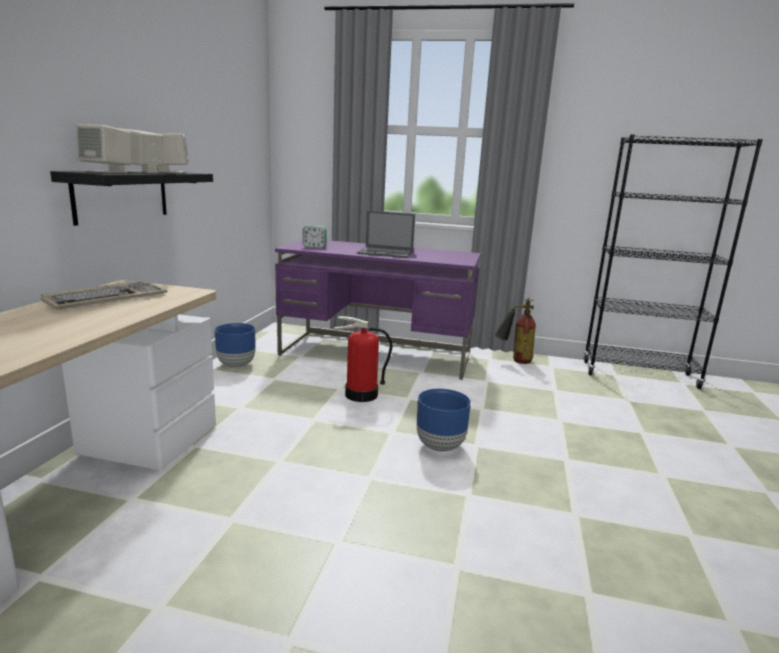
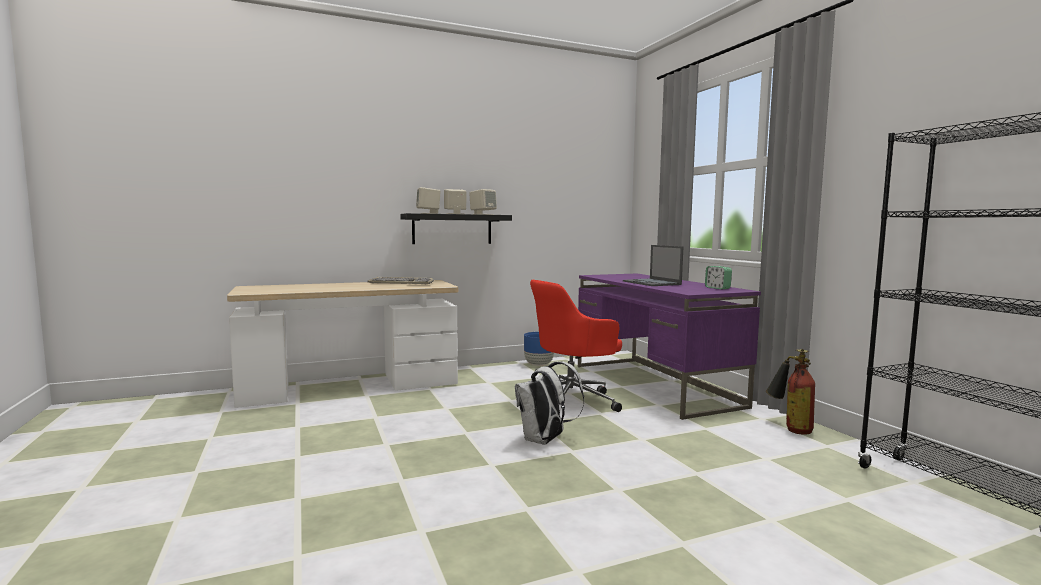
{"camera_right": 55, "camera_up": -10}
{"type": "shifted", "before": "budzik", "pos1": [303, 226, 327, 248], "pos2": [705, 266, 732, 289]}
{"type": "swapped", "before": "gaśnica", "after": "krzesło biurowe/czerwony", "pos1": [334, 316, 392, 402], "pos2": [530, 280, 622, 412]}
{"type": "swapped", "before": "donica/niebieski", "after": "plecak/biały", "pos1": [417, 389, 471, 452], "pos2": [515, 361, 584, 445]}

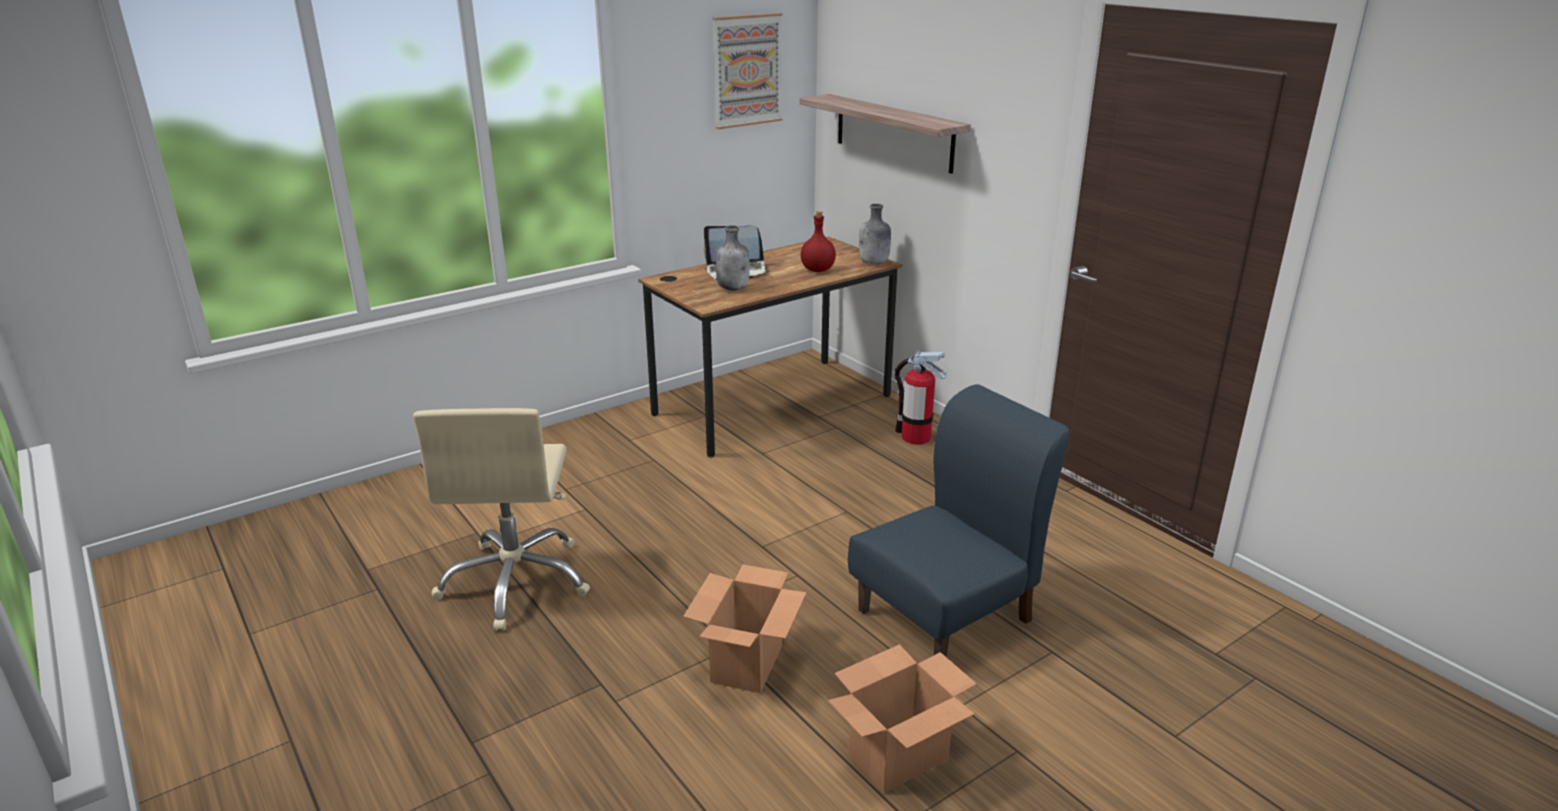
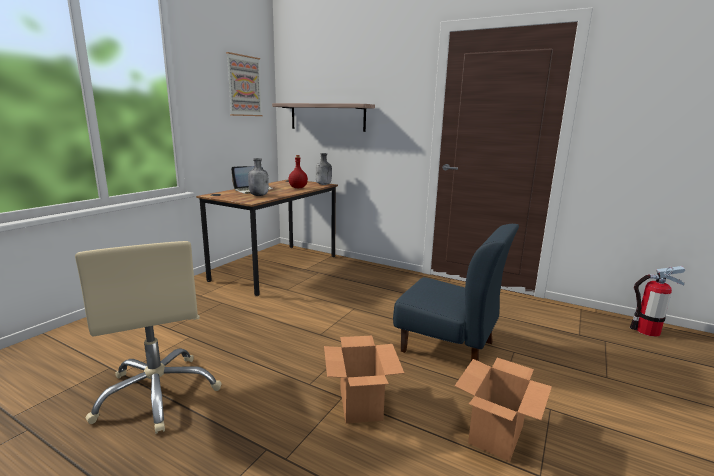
{"camera_right": -25, "camera_up": -10}
{"type": "shifted", "before": "gaśnica", "pos1": [894, 350, 946, 445], "pos2": [630, 266, 685, 337]}
{"type": "rotated", "before": "krzesło/niebieski", "pos1": [848, 384, 1069, 657], "pos2": [393, 224, 519, 361], "turn": 90}

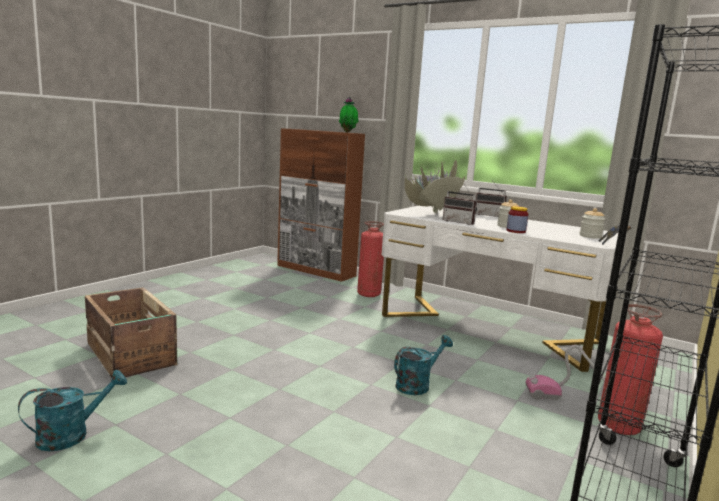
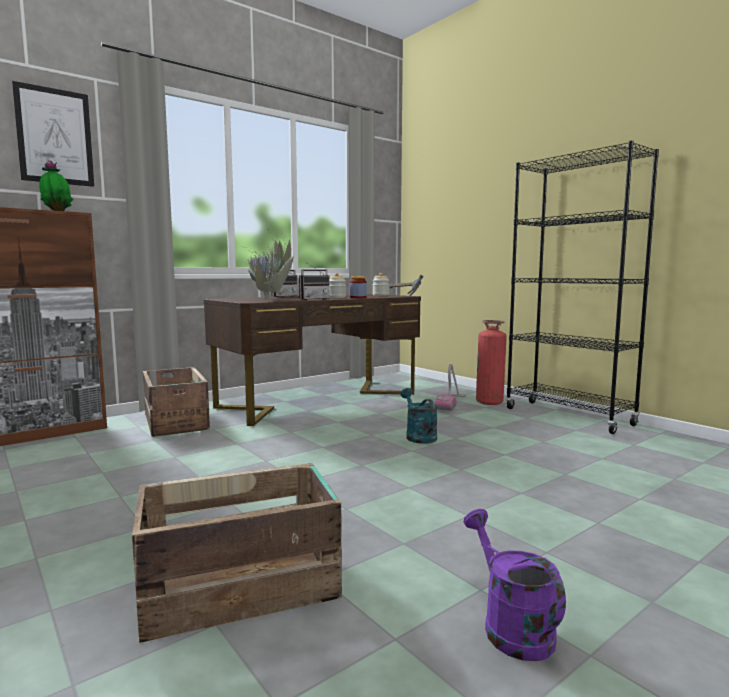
{"camera_right": -70, "camera_up": -5}
{"type": "new", "after": "obraz", "pos2": [12, 81, 94, 187]}
{"type": "swapped", "before": "gaśnica", "after": "skrzynka", "pos1": [357, 221, 384, 297], "pos2": [143, 367, 210, 437]}
{"type": "repainted", "before": "konewka/turkusowy", "after": "konewka/fioletowy", "pos1": [18, 370, 127, 451], "pos2": [464, 509, 566, 661]}
{"type": "repainted", "before": "biurko/biały", "after": "biurko/brązowy", "pos1": [382, 206, 627, 372], "pos2": [203, 294, 421, 426]}

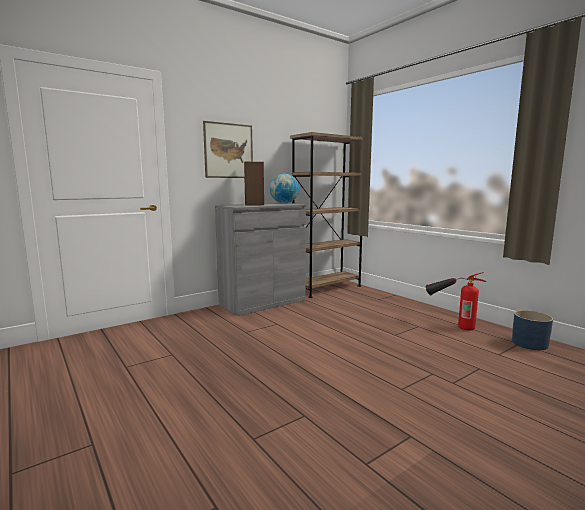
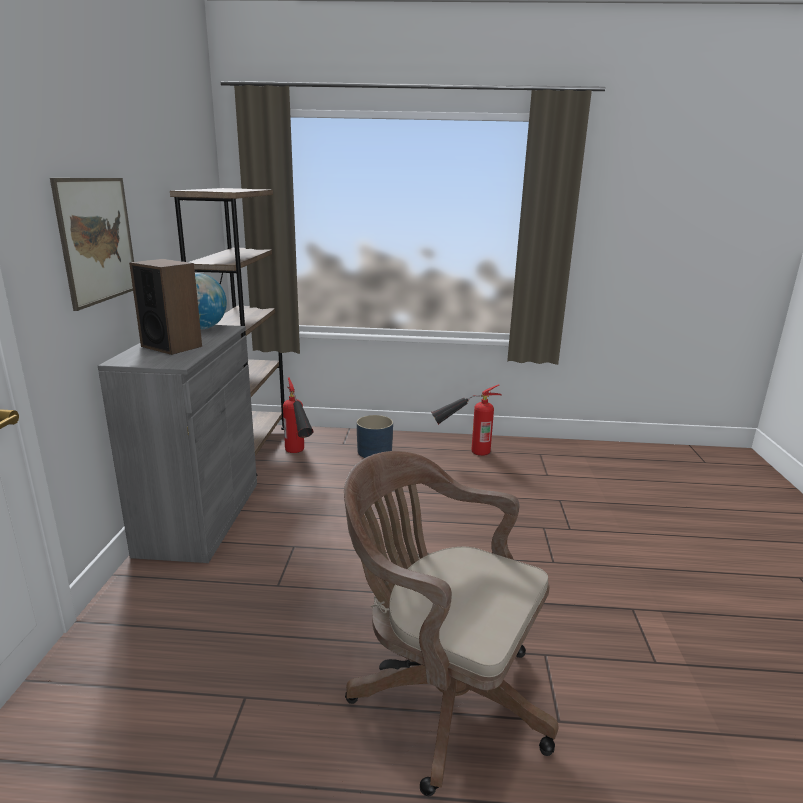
{"camera_right": -50, "camera_up": 10}
{"type": "new", "after": "gaśnica", "pos2": [283, 377, 314, 453]}
{"type": "new", "after": "krzesło biurowe/brązowy", "pos2": [344, 451, 558, 796]}
{"type": "shifted", "before": "donica/niebieski", "pos1": [512, 310, 553, 350], "pos2": [357, 415, 393, 458]}

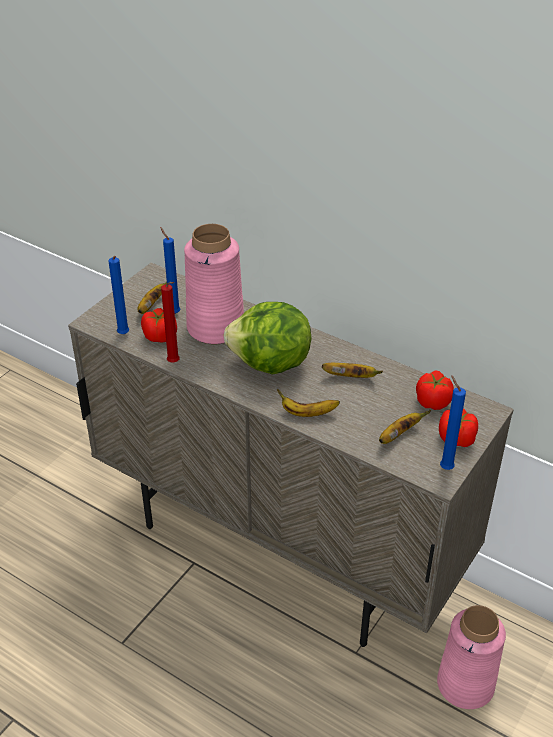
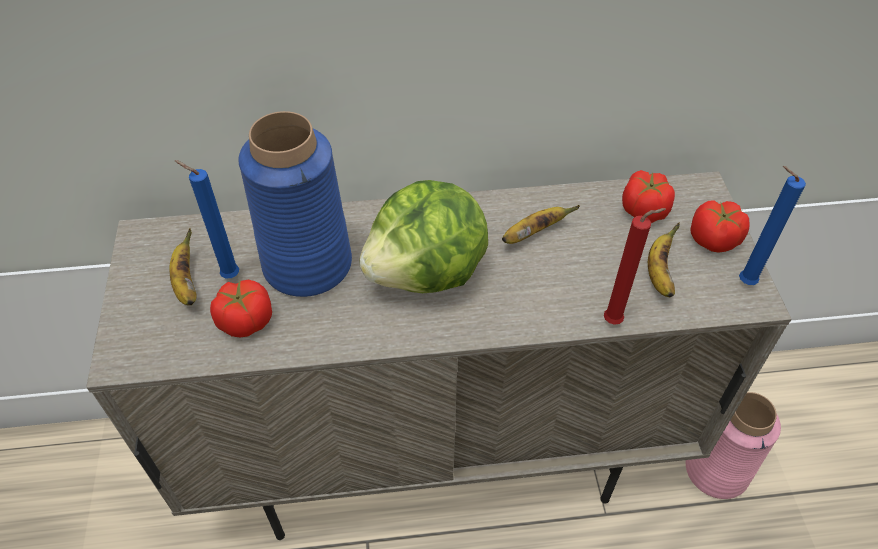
{"camera_right": -40, "camera_up": 10}
{"type": "gone", "before": "świeca/niebieski", "pos1": [108, 256, 129, 334]}
{"type": "gone", "before": "banan", "pos1": [277, 389, 340, 417]}
{"type": "shifted", "before": "świeca/czerwony", "pos1": [161, 282, 180, 363], "pos2": [604, 208, 666, 325]}
{"type": "repainted", "before": "wazon/różowy", "after": "wazon/niebieski", "pos1": [184, 224, 244, 344], "pos2": [238, 111, 352, 297]}

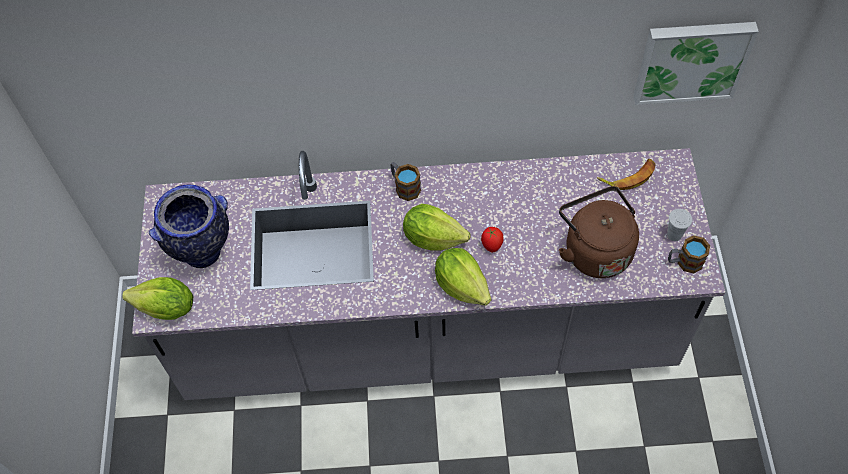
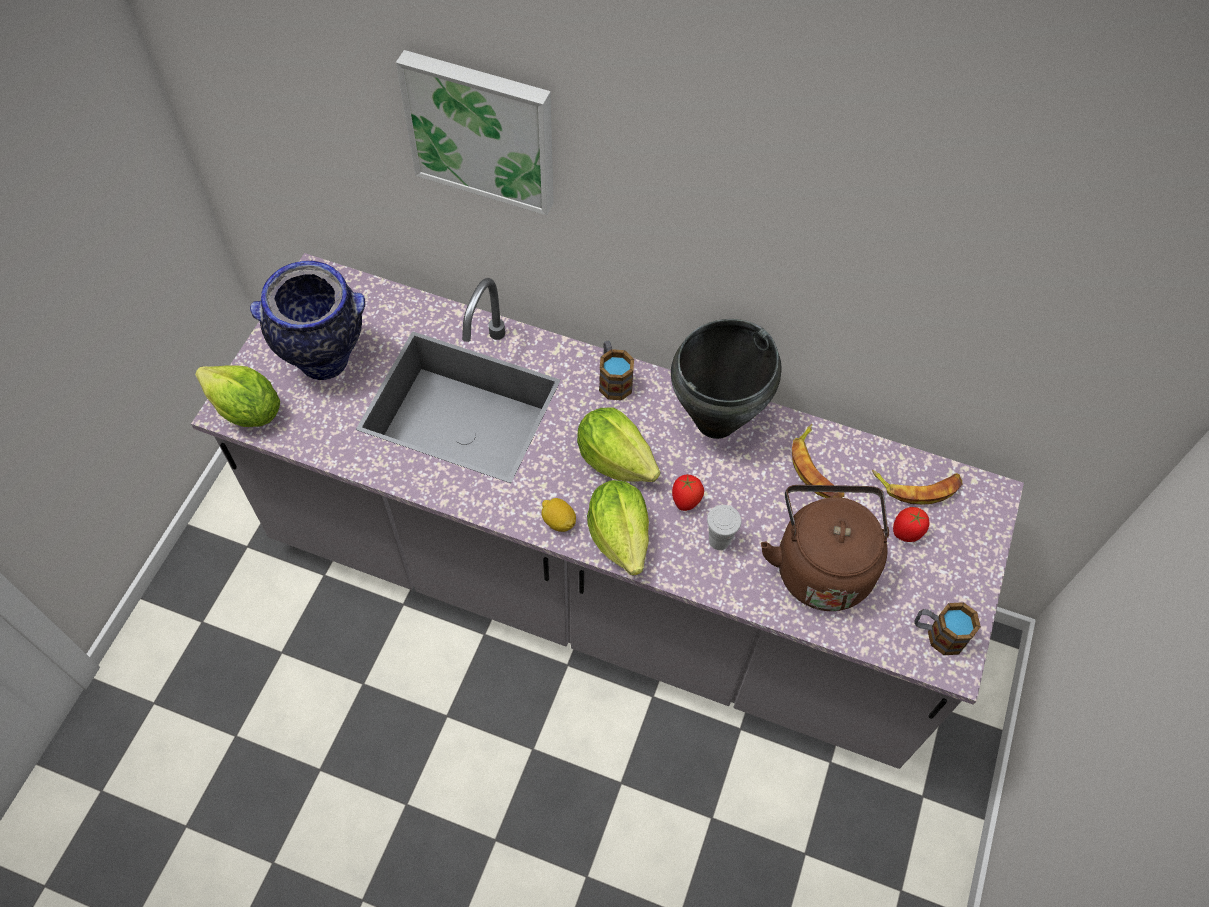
{"camera_right": 20, "camera_up": 0}
{"type": "new", "after": "cytryna", "pos2": [542, 498, 576, 532]}
{"type": "new", "after": "garnek/czarny", "pos2": [671, 319, 781, 439]}
{"type": "new", "after": "banan", "pos2": [792, 424, 844, 498]}
{"type": "new", "after": "pomidor", "pos2": [893, 507, 929, 542]}
{"type": "shifted", "before": "obraz", "pos1": [633, 22, 759, 105], "pos2": [396, 50, 554, 216]}
{"type": "shifted", "before": "filiżanka/biały", "pos1": [667, 209, 692, 241], "pos2": [707, 505, 741, 550]}

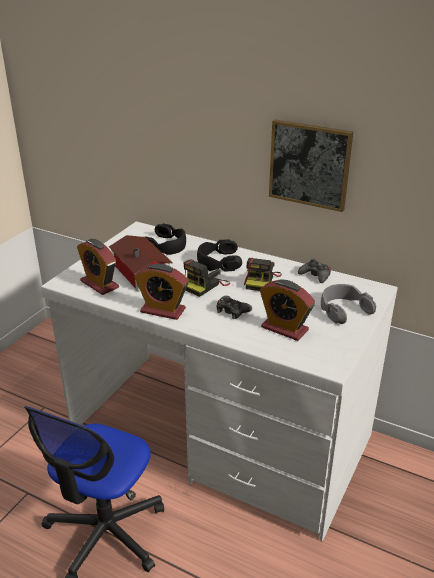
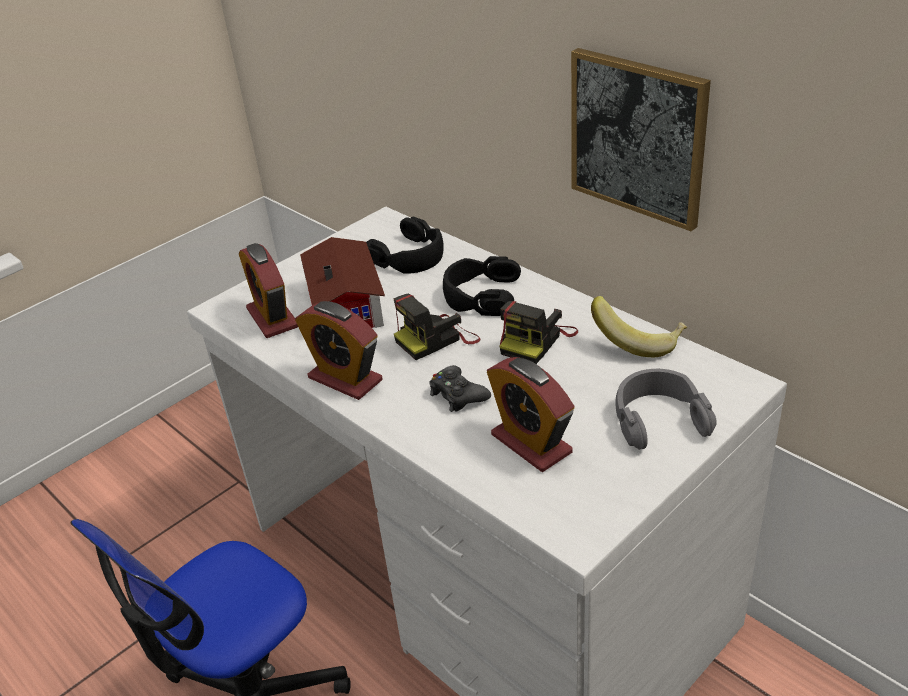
{"camera_right": 20, "camera_up": 5}
{"type": "swapped", "before": "pad do gier/czarny", "after": "banan", "pos1": [298, 259, 331, 283], "pos2": [591, 296, 688, 357]}

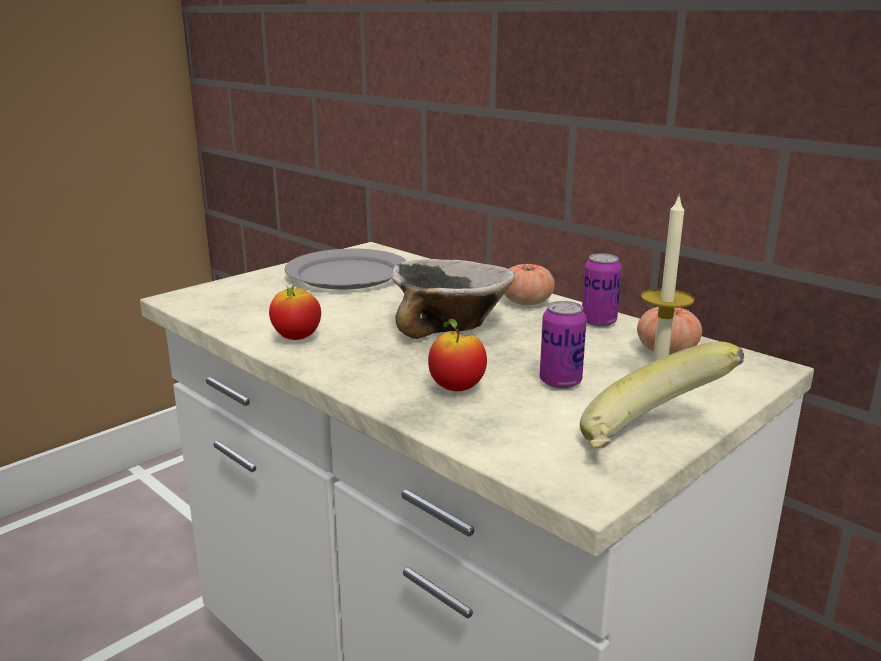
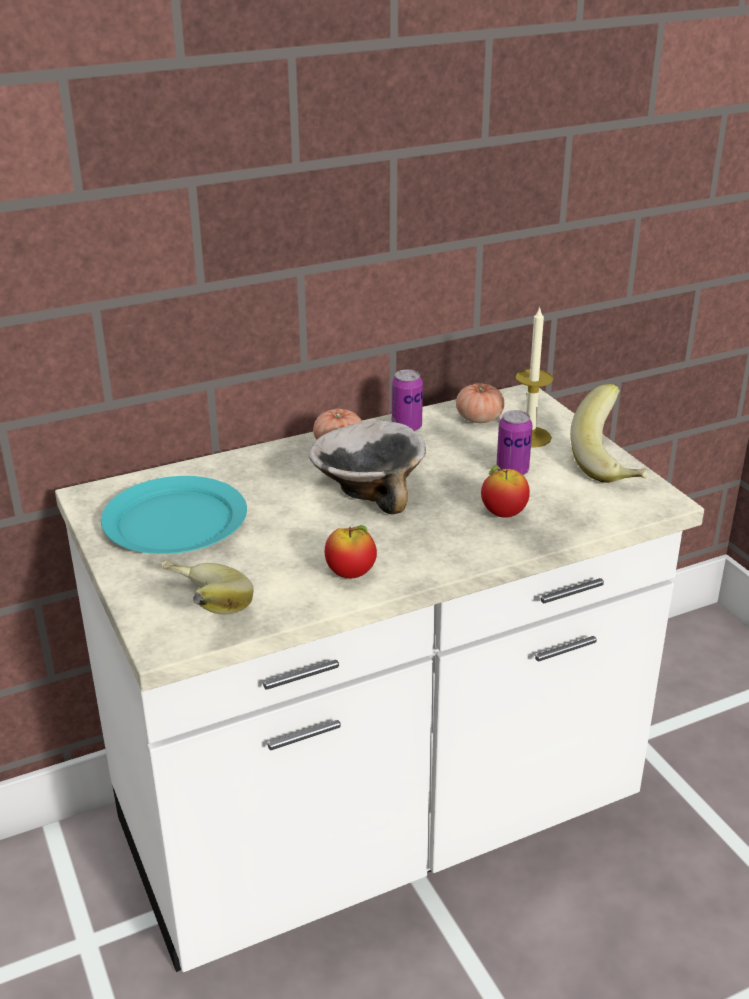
{"camera_right": -70, "camera_up": 10}
{"type": "new", "after": "banan", "pos2": [161, 560, 254, 614]}
{"type": "repainted", "before": "talerz/szary", "after": "talerz/turkusowy", "pos1": [284, 249, 407, 289], "pos2": [101, 476, 247, 554]}

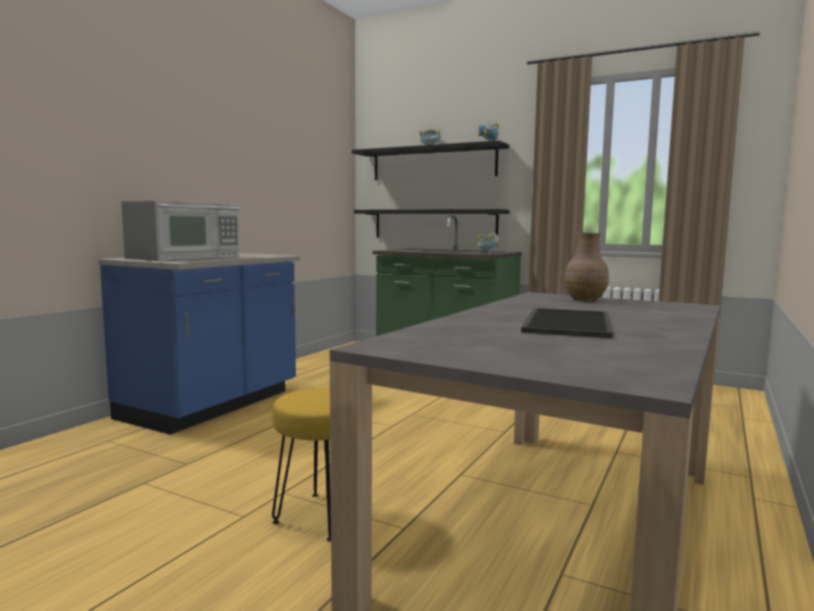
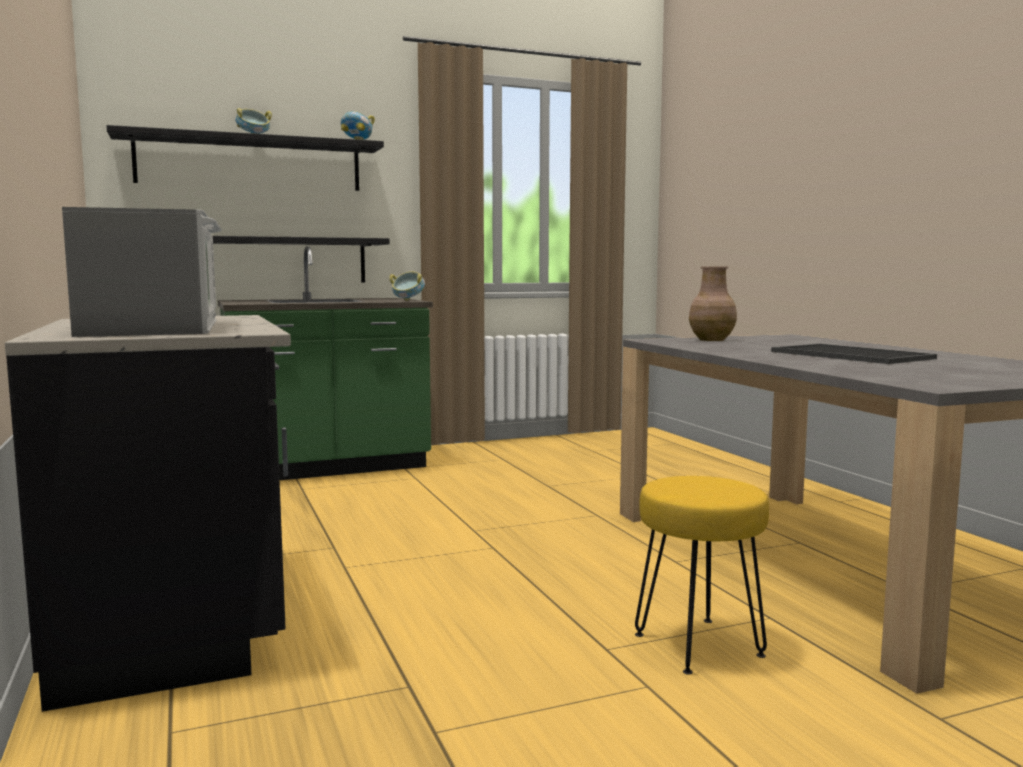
{"camera_right": -50, "camera_up": 0}
{"type": "repainted", "before": "zabudowa kuchenna/niebieski", "after": "zabudowa kuchenna/czarny", "pos1": [98, 253, 300, 435], "pos2": [5, 315, 291, 712]}

